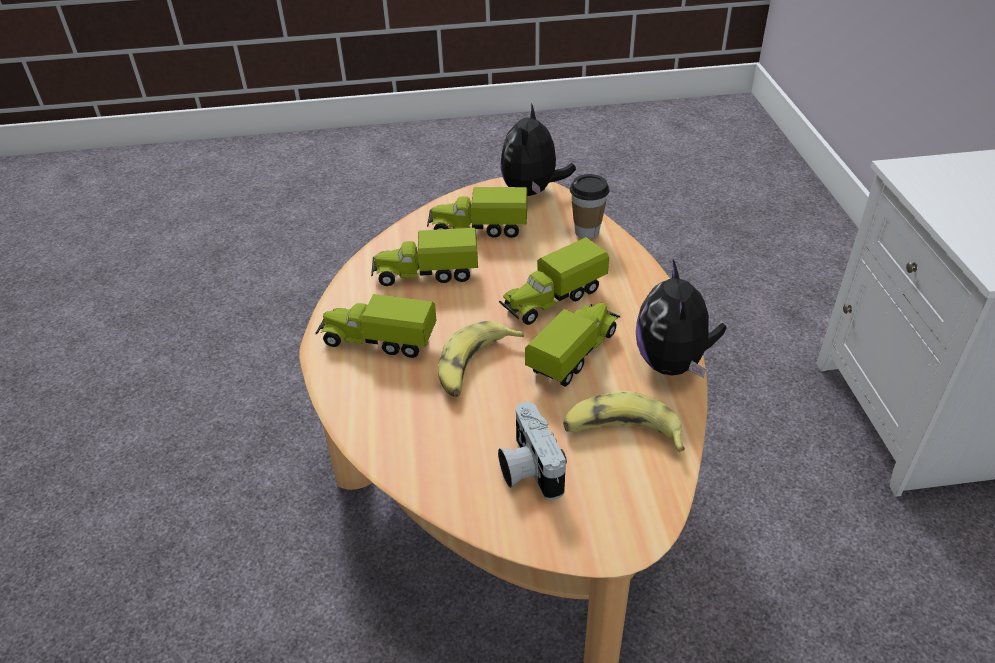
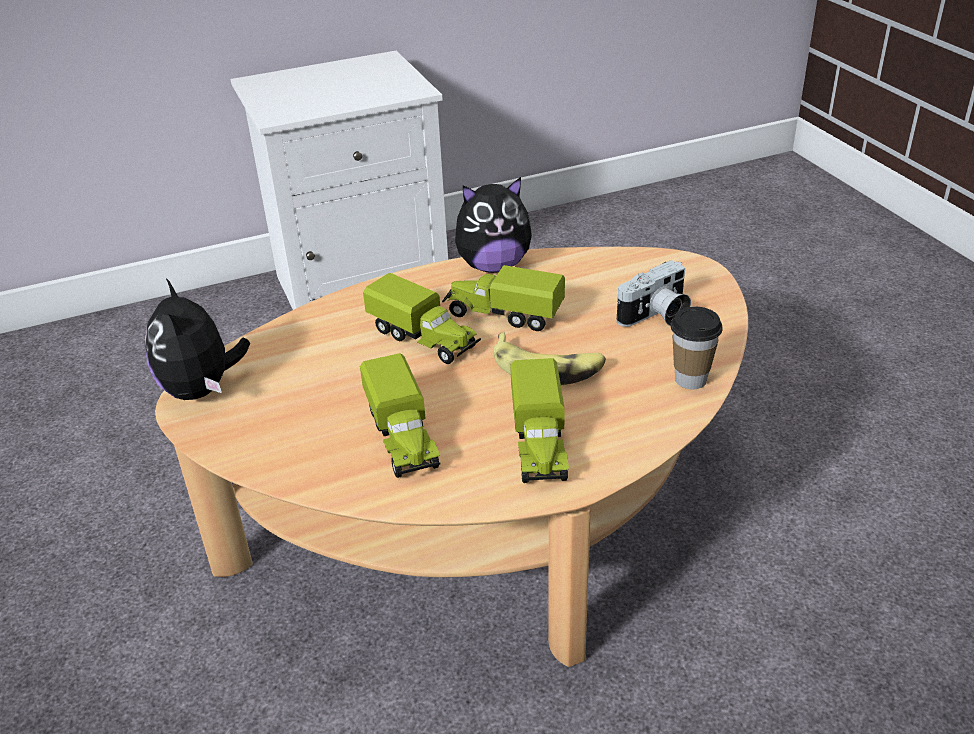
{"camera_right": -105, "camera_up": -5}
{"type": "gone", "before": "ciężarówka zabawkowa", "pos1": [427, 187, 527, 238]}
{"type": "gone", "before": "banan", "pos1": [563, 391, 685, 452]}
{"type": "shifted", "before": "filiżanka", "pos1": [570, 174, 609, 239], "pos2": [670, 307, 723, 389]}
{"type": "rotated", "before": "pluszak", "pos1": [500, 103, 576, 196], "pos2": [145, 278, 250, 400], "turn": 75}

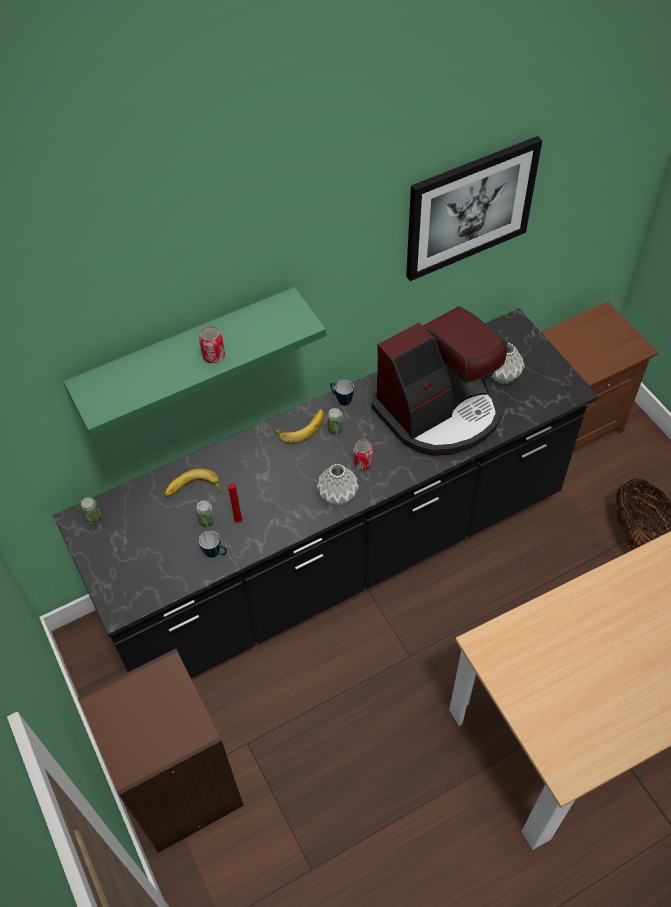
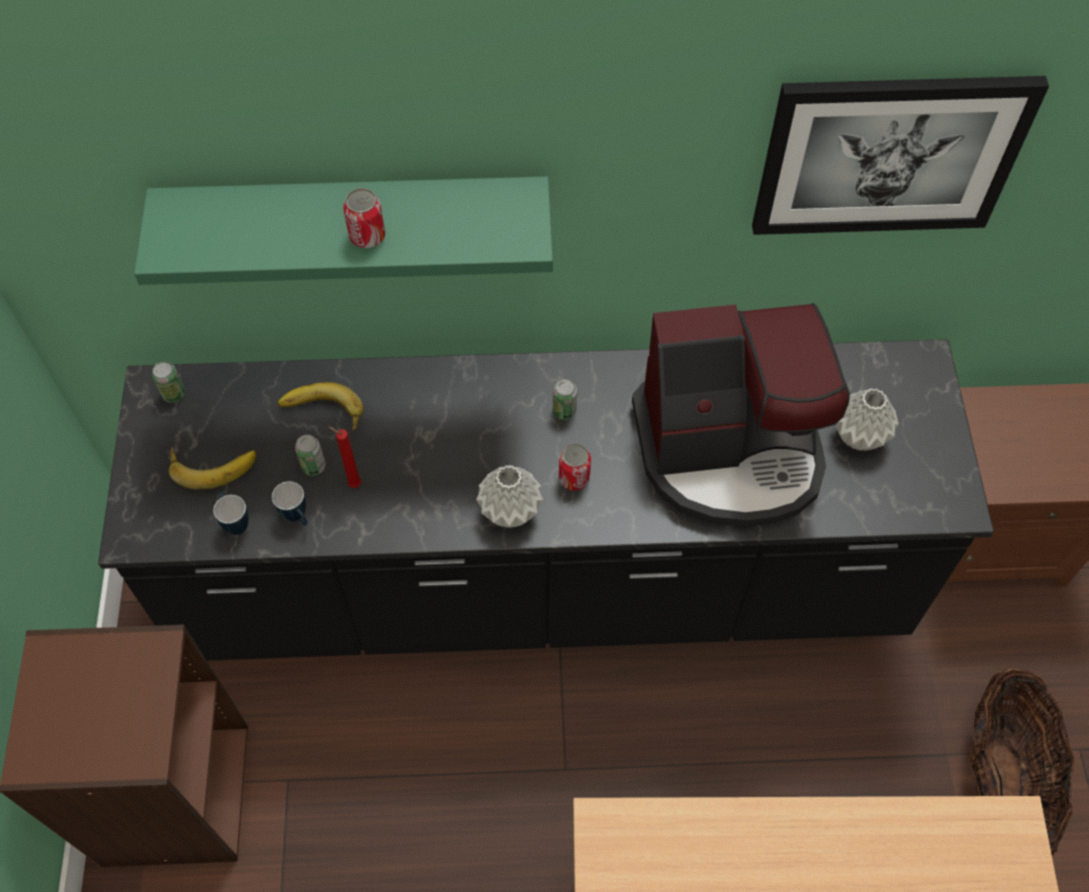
{"camera_right": 25, "camera_up": 5}
{"type": "shifted", "before": "banan", "pos1": [273, 409, 324, 444], "pos2": [169, 447, 256, 489]}
{"type": "shifted", "before": "kubek", "pos1": [330, 380, 354, 406], "pos2": [213, 492, 249, 535]}

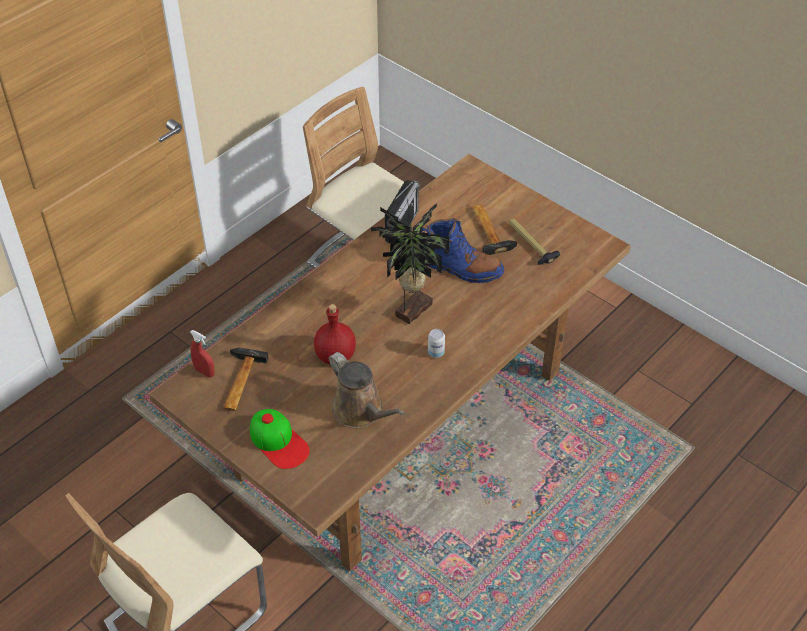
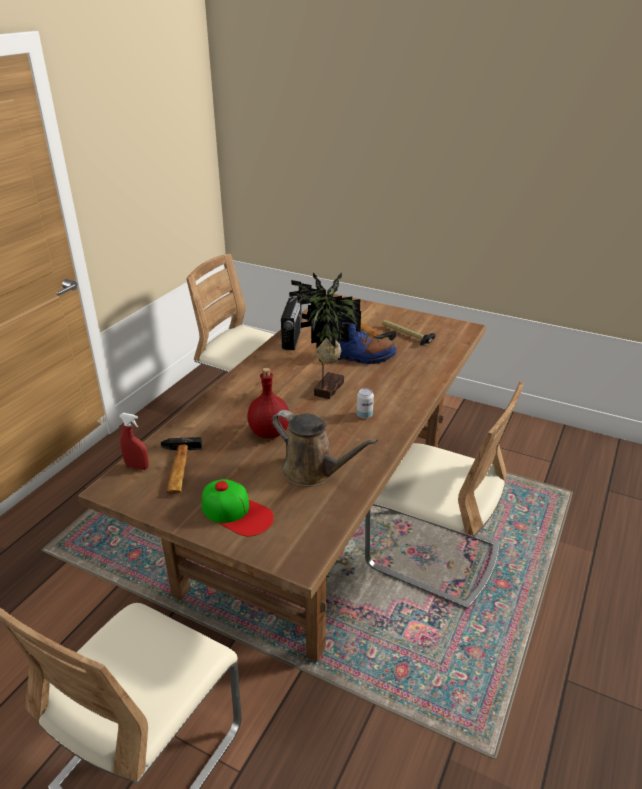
{"camera_right": -15, "camera_up": -15}
{"type": "new", "after": "krzesło/beżowy", "pos2": [365, 381, 524, 609]}

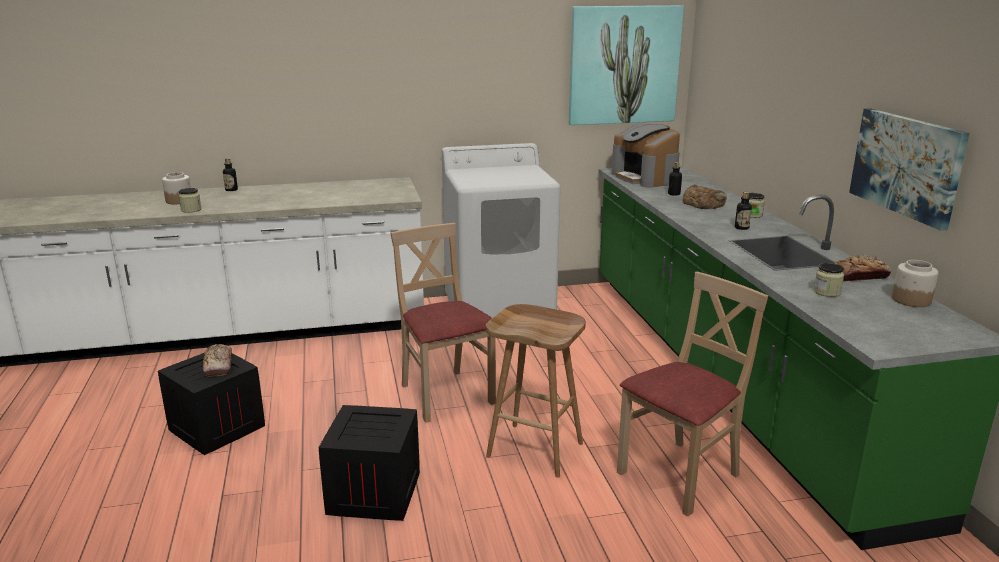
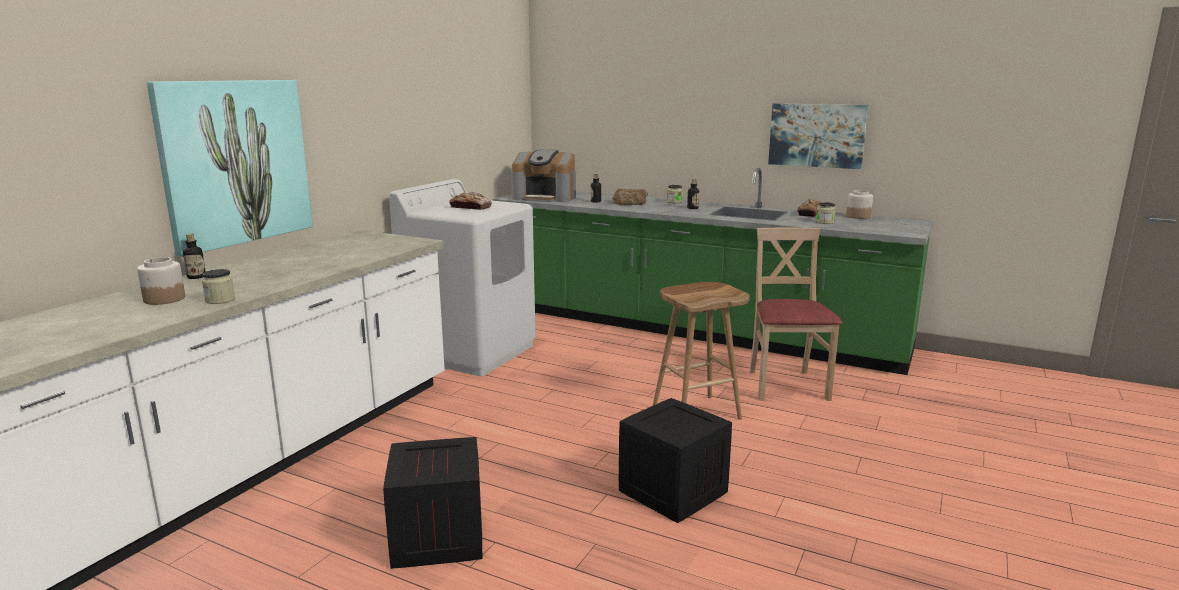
{"camera_right": -50, "camera_up": -5}
{"type": "gone", "before": "krzesło/beżowy", "pos1": [390, 223, 496, 423]}
{"type": "shifted", "before": "chleb", "pos1": [203, 344, 232, 377], "pos2": [449, 192, 492, 210]}
{"type": "shifted", "before": "obraz", "pos1": [569, 5, 684, 125], "pos2": [147, 80, 313, 257]}

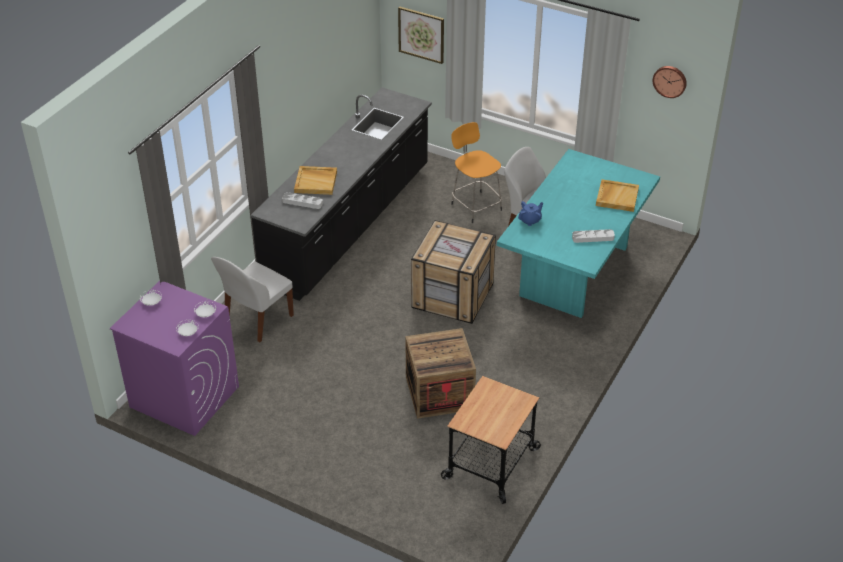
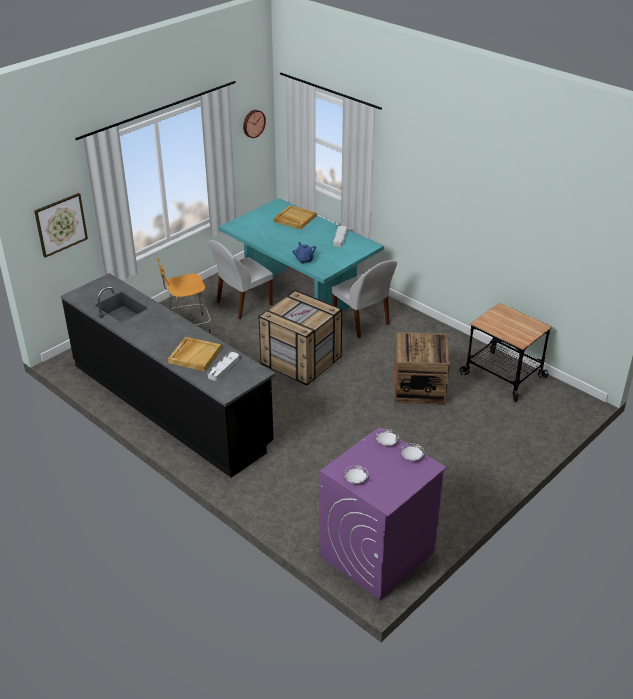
{"camera_right": -75, "camera_up": -5}
{"type": "shifted", "before": "krzesło/biały", "pos1": [211, 257, 294, 342], "pos2": [332, 260, 397, 338]}

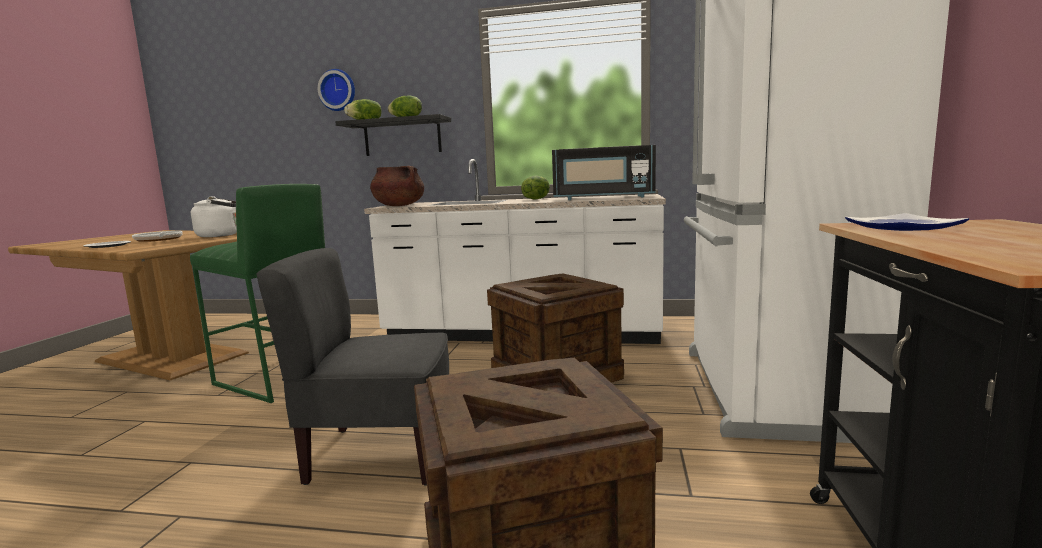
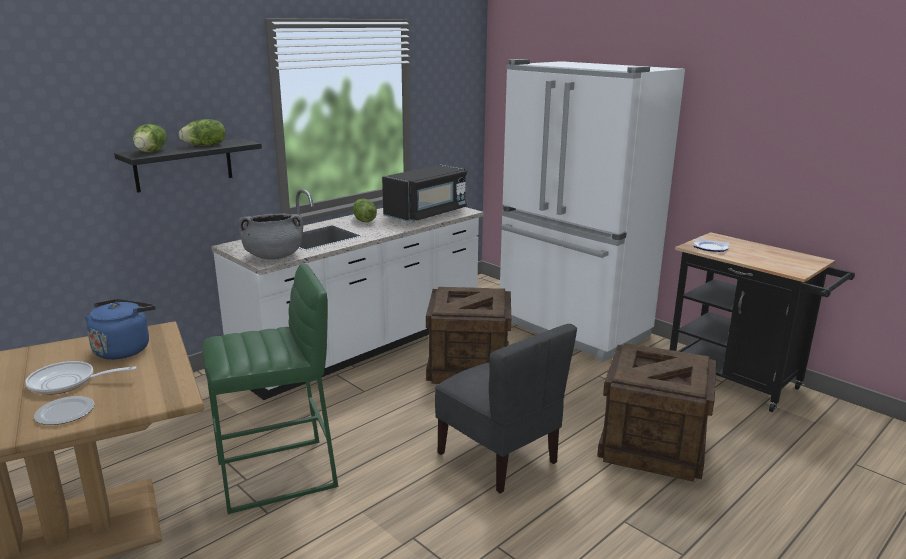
{"camera_right": -55, "camera_up": 10}
{"type": "gone", "before": "zegar ścienny", "pos1": [318, 69, 355, 111]}
{"type": "repainted", "before": "czajnik/biały", "after": "czajnik/niebieski", "pos1": [191, 196, 237, 237], "pos2": [84, 299, 156, 359]}
{"type": "repainted", "before": "garnek/brązowy", "after": "garnek/szary", "pos1": [370, 166, 424, 206], "pos2": [238, 214, 303, 260]}
{"type": "rotated", "before": "krzesło/szary", "pos1": [256, 248, 449, 486], "pos2": [435, 324, 577, 493], "turn": -75}

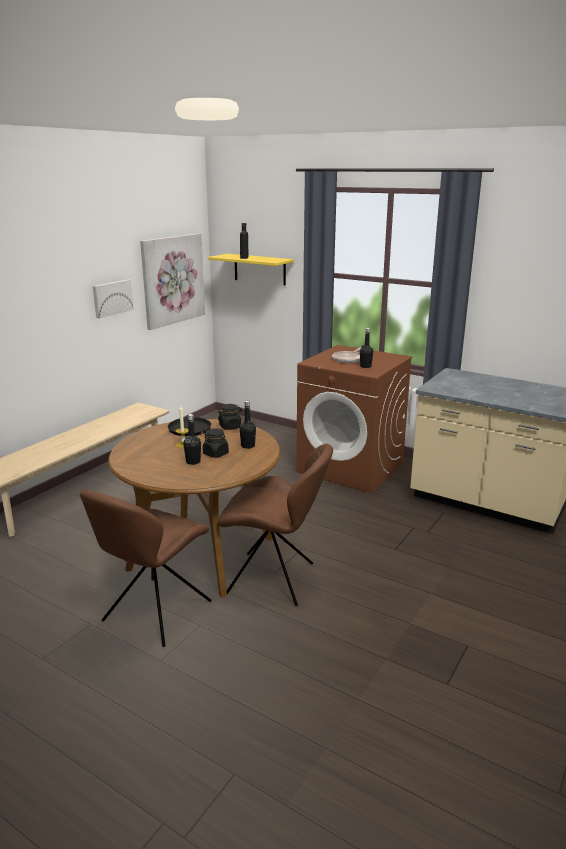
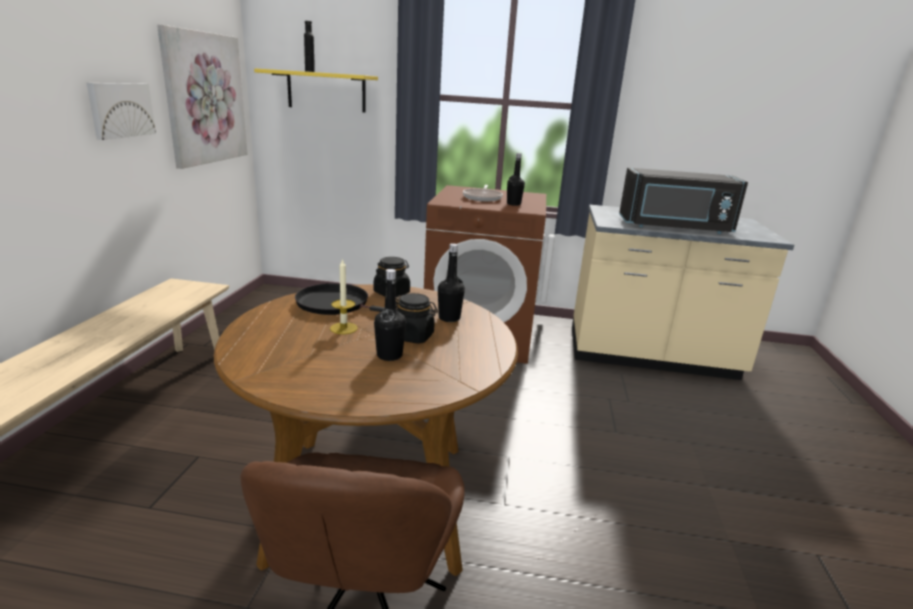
{"camera_right": -25, "camera_up": 0}
{"type": "gone", "before": "krzesło/brązowy", "pos1": [218, 443, 333, 606]}
{"type": "new", "after": "mikrofalówka/czarny", "pos2": [619, 168, 748, 234]}

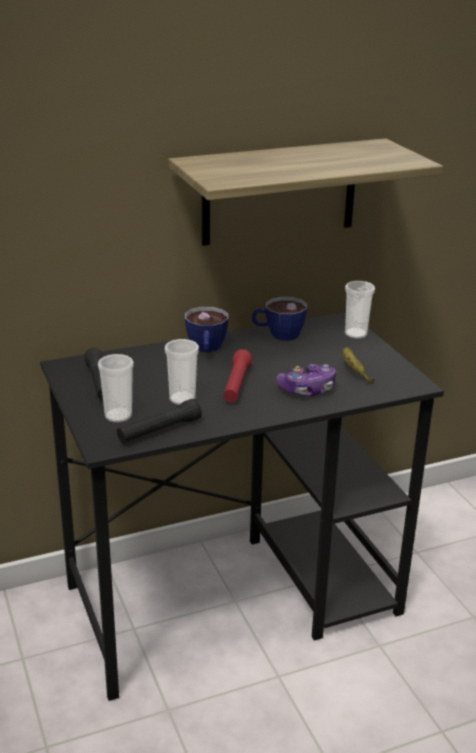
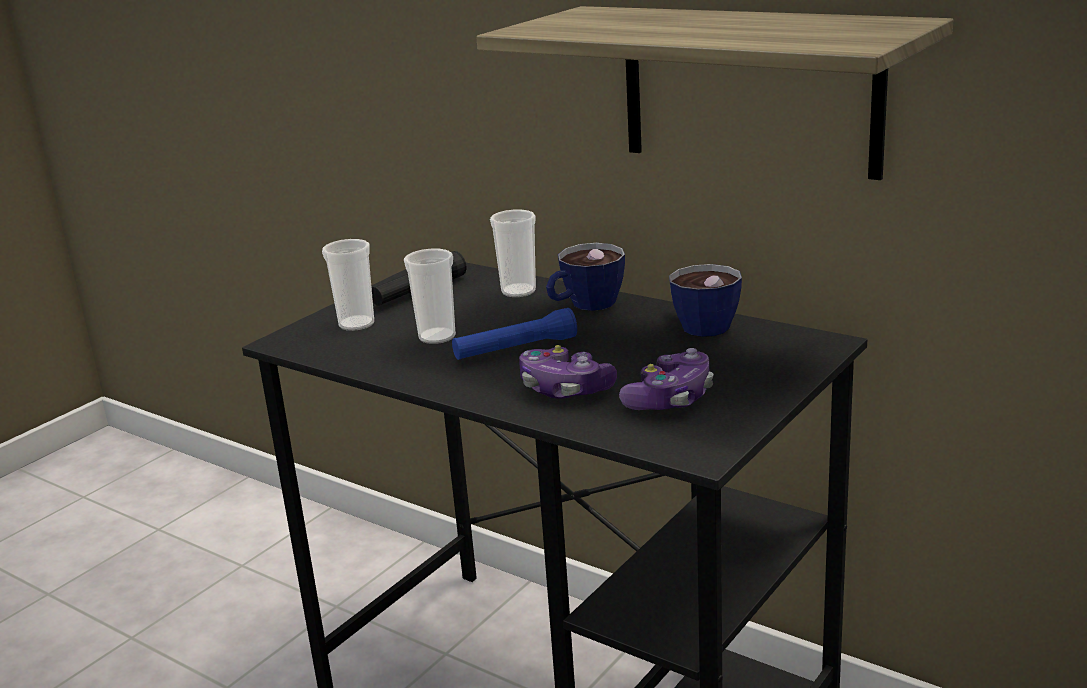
{"camera_right": 60, "camera_up": -5}
{"type": "gone", "before": "latarka/czarny", "pos1": [117, 399, 202, 443]}
{"type": "shifted", "before": "filiżanka", "pos1": [345, 281, 375, 338], "pos2": [490, 210, 536, 297]}
{"type": "swapped", "before": "banan", "after": "pad do gier", "pos1": [342, 347, 374, 384], "pos2": [619, 348, 714, 410]}
{"type": "repainted", "before": "latarka/czerwony", "after": "latarka/niebieski", "pos1": [223, 349, 252, 402], "pos2": [452, 308, 577, 360]}

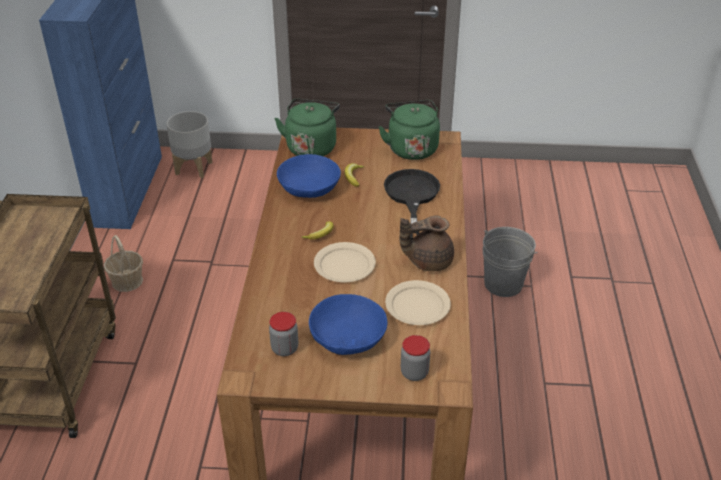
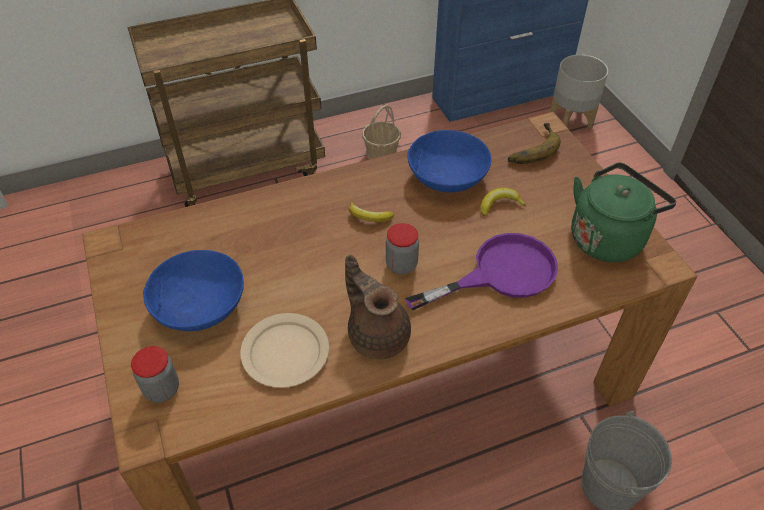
{"camera_right": 65, "camera_up": 10}
{"type": "gone", "before": "talerz/beżowy", "pos1": [314, 242, 376, 282]}
{"type": "shifted", "before": "słoik", "pos1": [269, 312, 298, 356], "pos2": [386, 223, 419, 274]}
{"type": "swapped", "before": "czajnik/zielony", "after": "banan", "pos1": [275, 99, 340, 156], "pos2": [508, 123, 561, 164]}
{"type": "repainted", "before": "patelnia/czarny", "after": "patelnia/fioletowy", "pos1": [384, 169, 440, 240], "pos2": [405, 233, 558, 311]}

